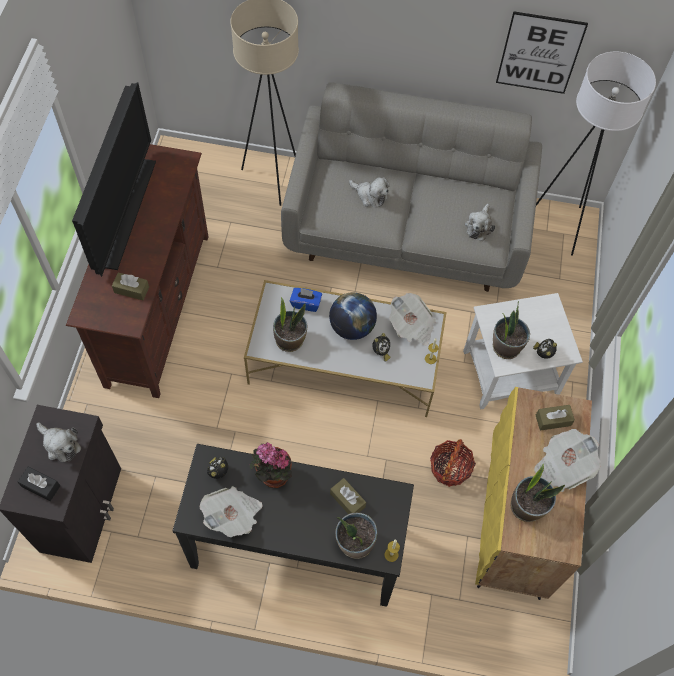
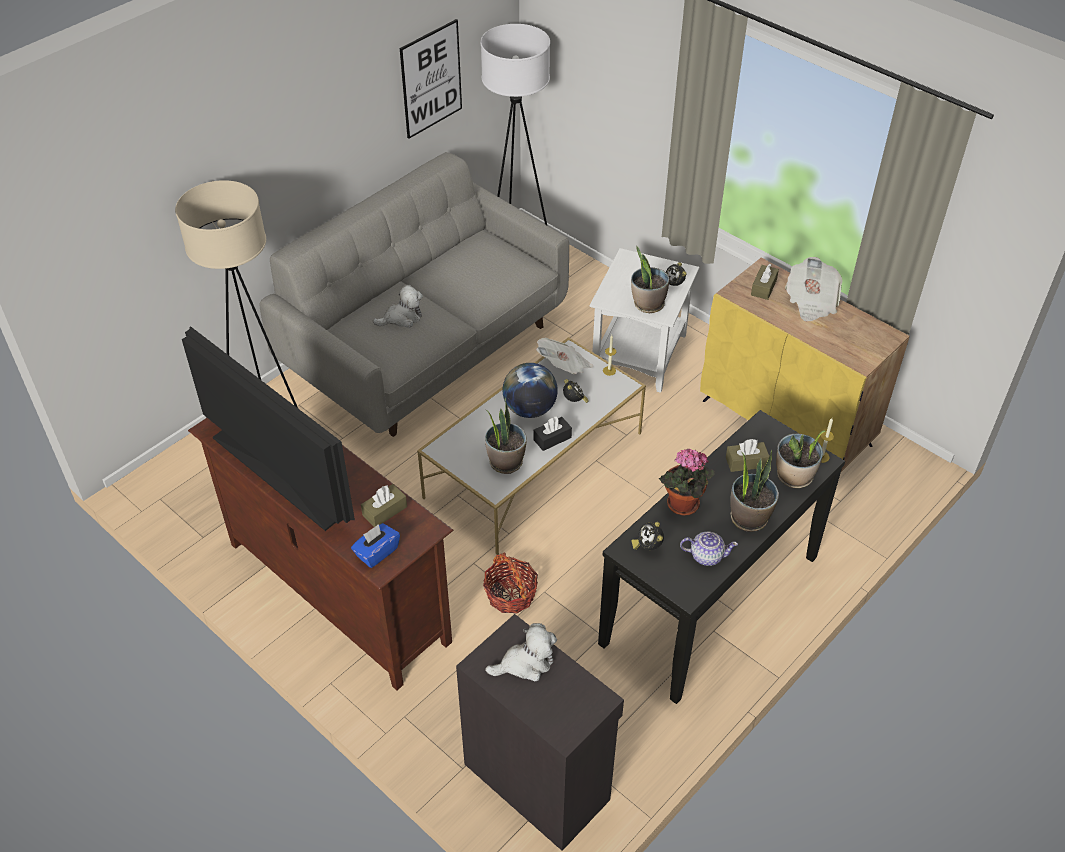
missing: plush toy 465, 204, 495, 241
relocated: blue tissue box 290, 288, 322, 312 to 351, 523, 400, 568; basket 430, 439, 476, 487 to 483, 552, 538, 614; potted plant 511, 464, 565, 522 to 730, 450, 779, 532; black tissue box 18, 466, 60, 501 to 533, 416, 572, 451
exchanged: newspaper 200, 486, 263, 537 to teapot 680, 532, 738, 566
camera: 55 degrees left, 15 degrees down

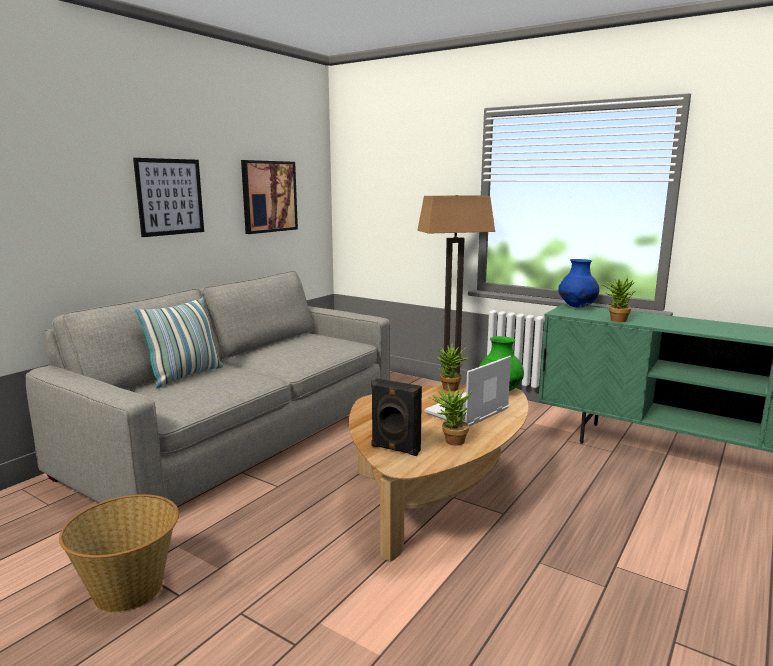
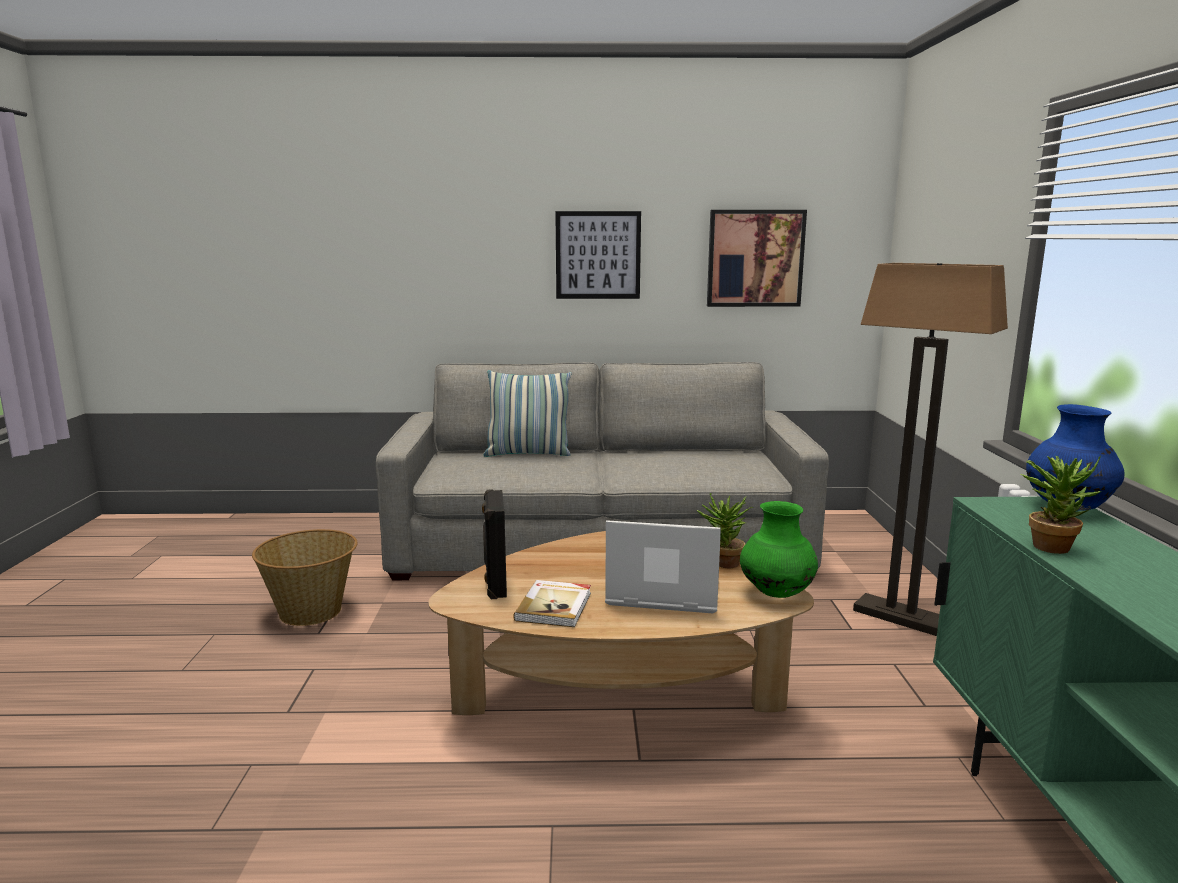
exchanged: potted plant 429, 383, 473, 446 to book 513, 580, 591, 627
camera: 55 degrees right, 0 degrees up

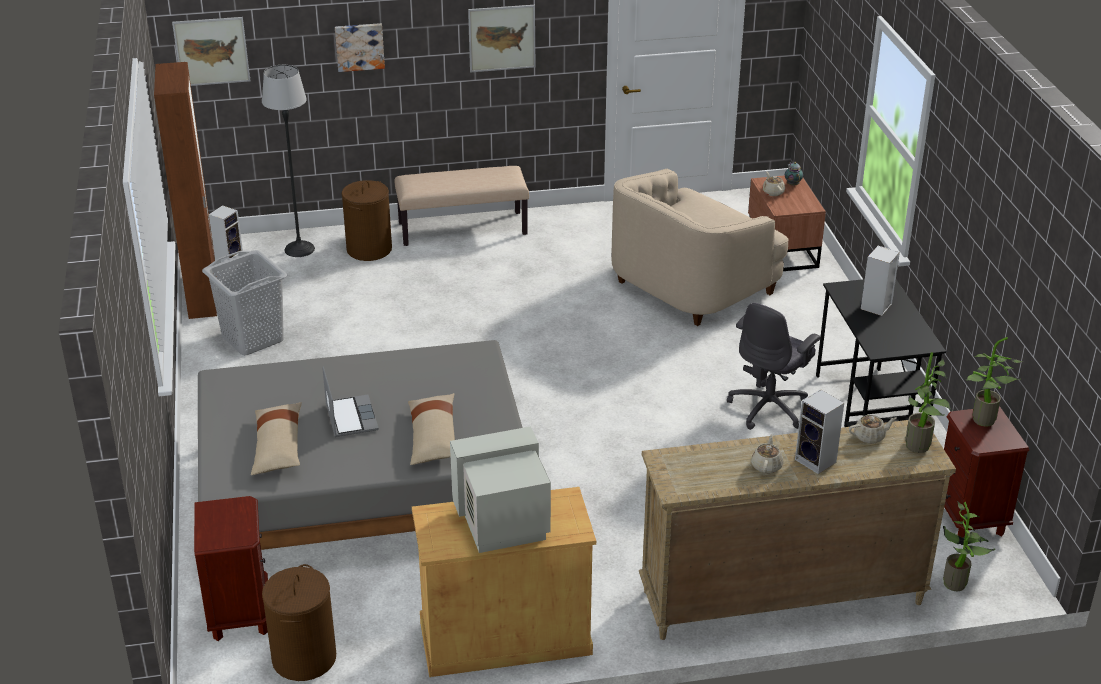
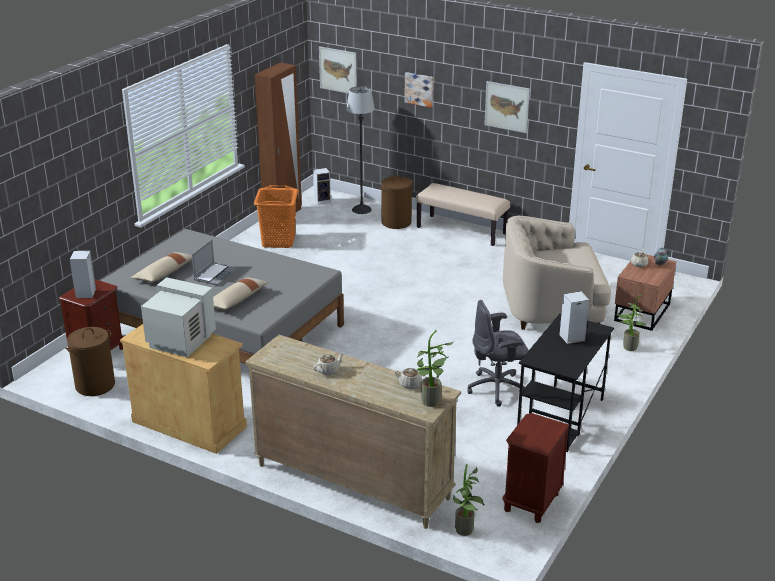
relocated: potted plant 965, 337, 1024, 426 to 615, 295, 646, 351; speaker 795, 389, 844, 474 to 70, 251, 96, 298
colour: grey laundry basket 202, 250, 287, 356 to orange laundry basket 254, 185, 299, 248
camera: 40 degrees right, 5 degrees down

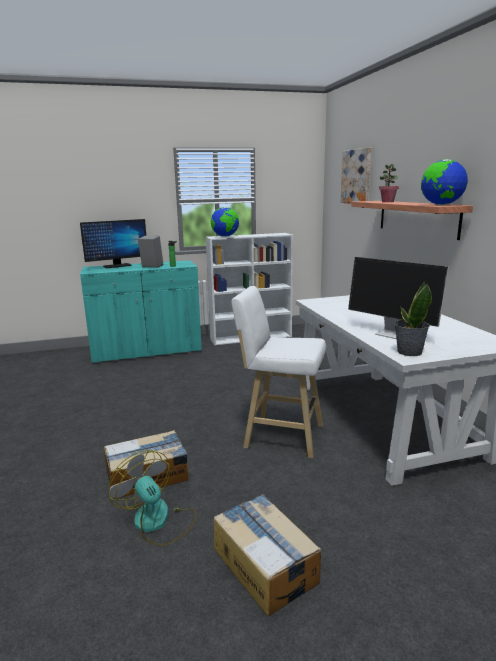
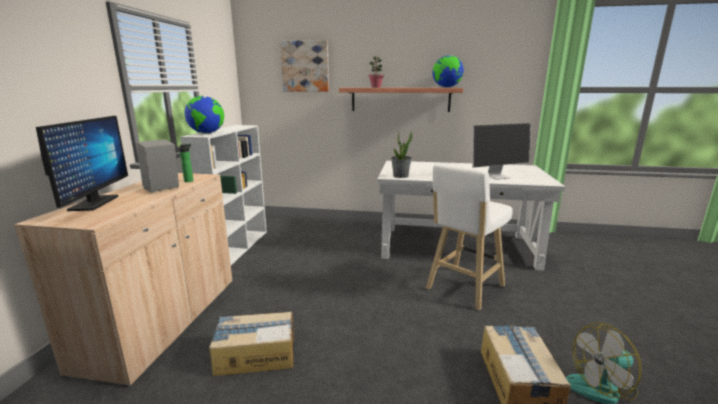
relocated: potted plant 394, 281, 432, 356 to 391, 130, 413, 178; cardboard box 214, 494, 321, 616 to 209, 311, 294, 376
colour: turquoise cabinet 80, 260, 202, 364 to beige cabinet 14, 173, 232, 387
camera: 65 degrees left, 0 degrees up

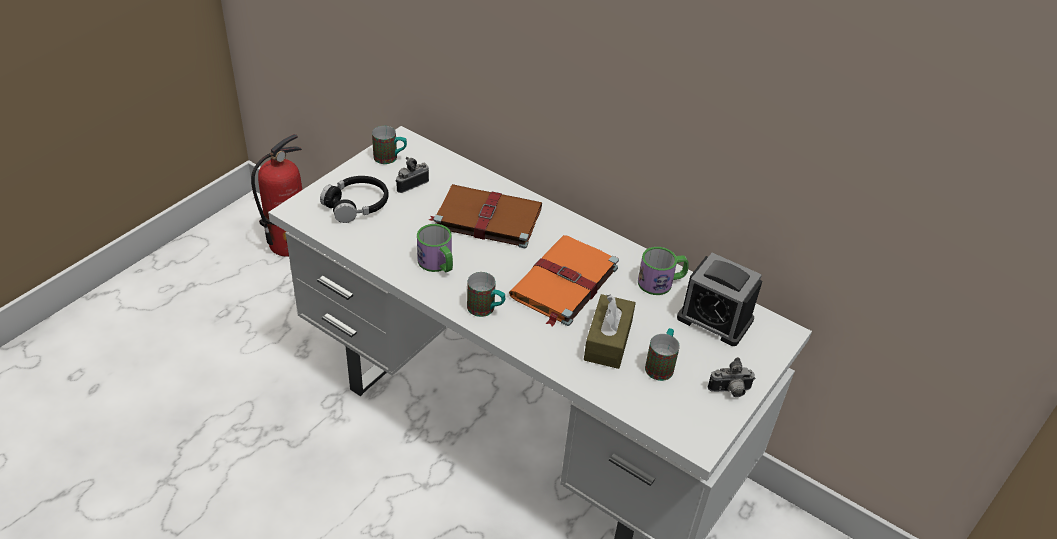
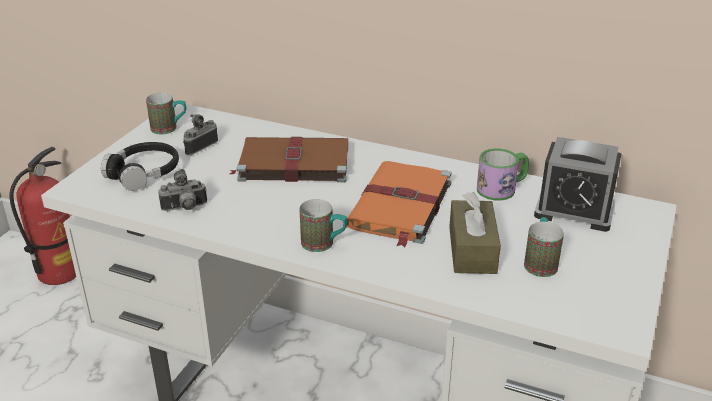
missing: mug 417, 224, 453, 272
relocated: photo camera 708, 357, 755, 397 to 158, 169, 207, 211
camera: 10 degrees left, 10 degrees down

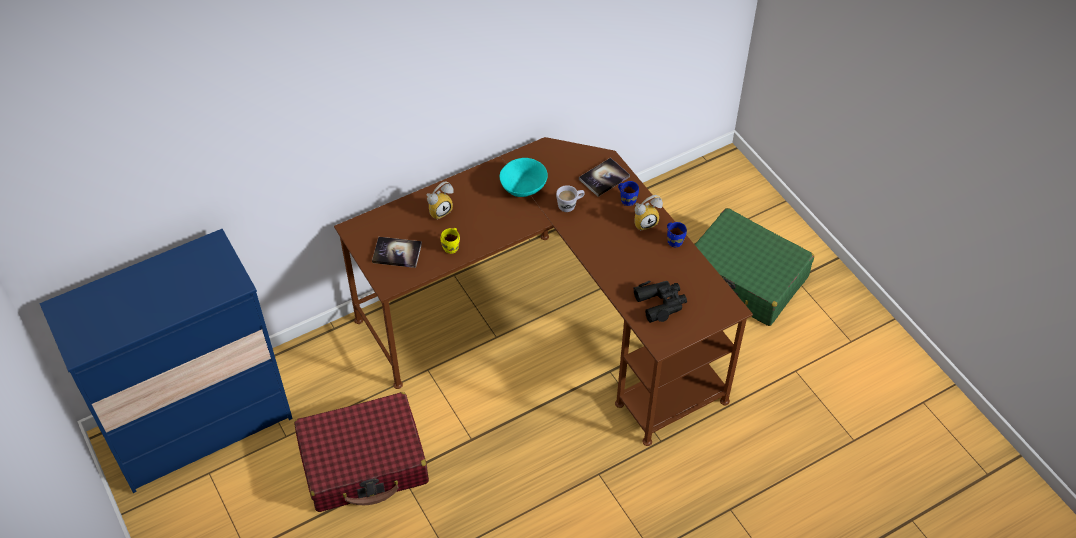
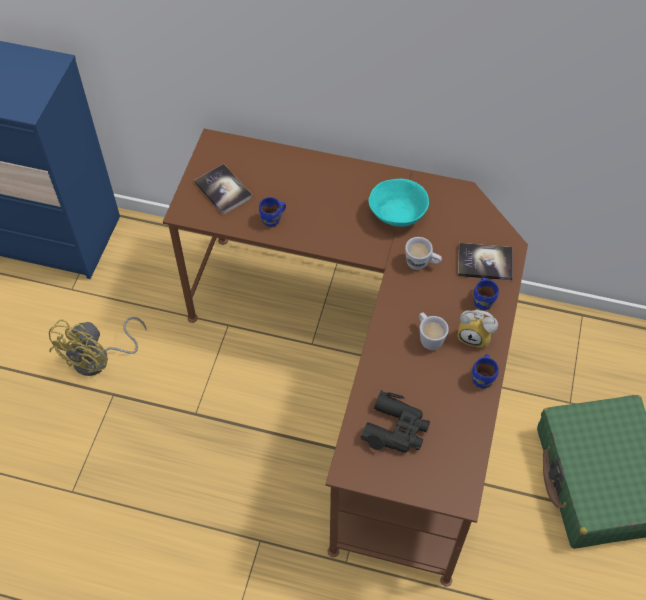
missing: alarm clock 427, 181, 453, 220
appeared: white mug 419, 313, 449, 350
exchanged: red suitcase 294, 392, 429, 512 to yellow fan 49, 317, 147, 376
colour: yellow mug 441, 228, 460, 254 to blue mug 259, 197, 286, 227
camera: 45 degrees right, 5 degrees up

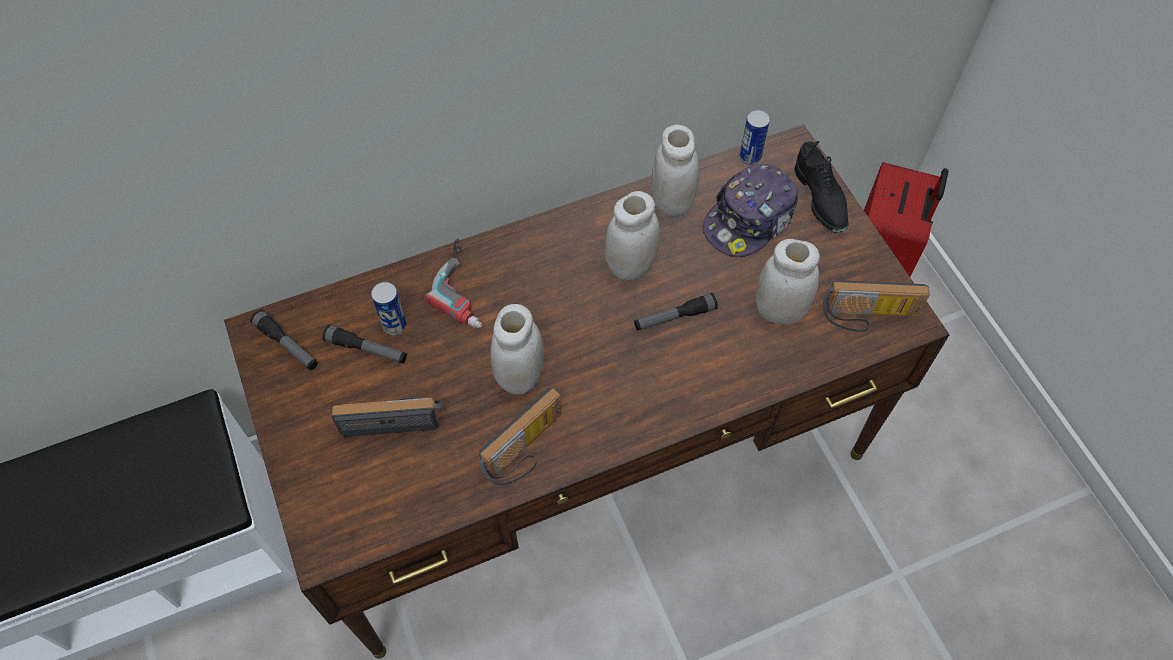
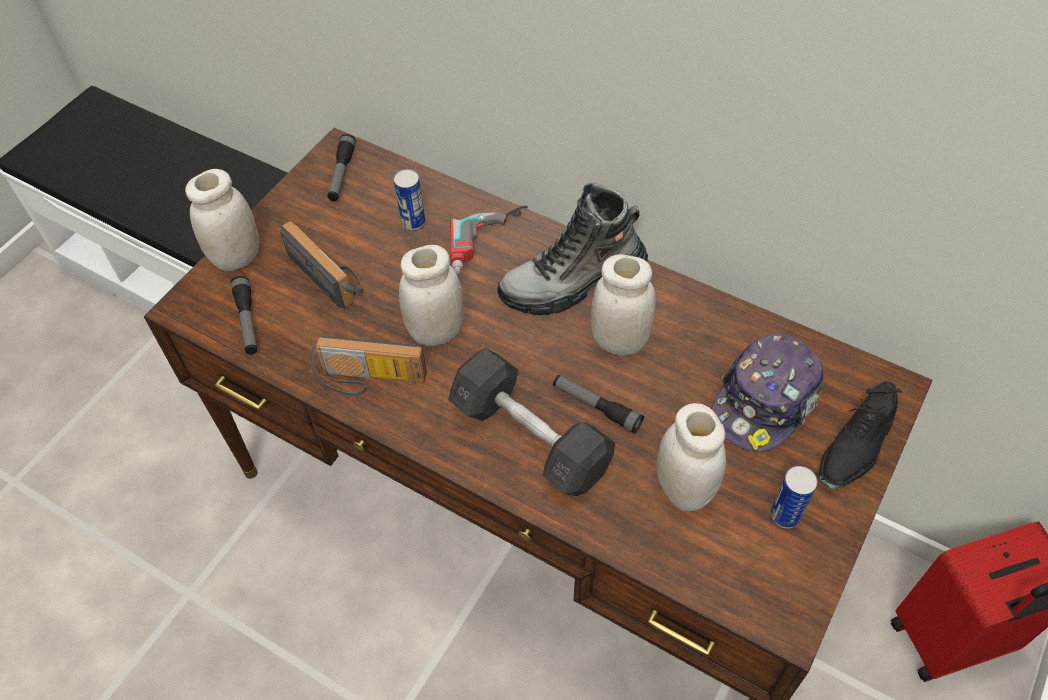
missing: radio 823, 280, 930, 332
appeared: boot 497, 182, 648, 315; grey dumbbell 448, 348, 615, 496
relocated: can 740, 110, 770, 165 to 770, 466, 817, 529; white jar 651, 125, 699, 217 to 185, 169, 259, 271; flashlight 322, 324, 407, 364 to 231, 276, 257, 354
spun: cap 703, 164, 798, 257 = 712, 333, 824, 452 60 degrees counterclockwise
camera: 55 degrees right, 5 degrees down

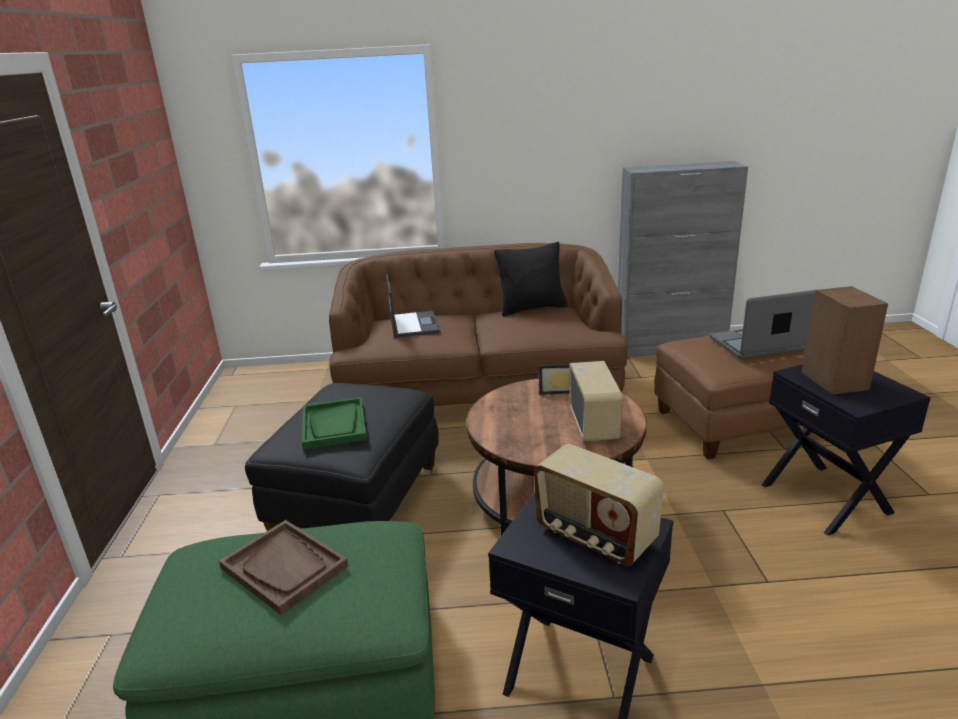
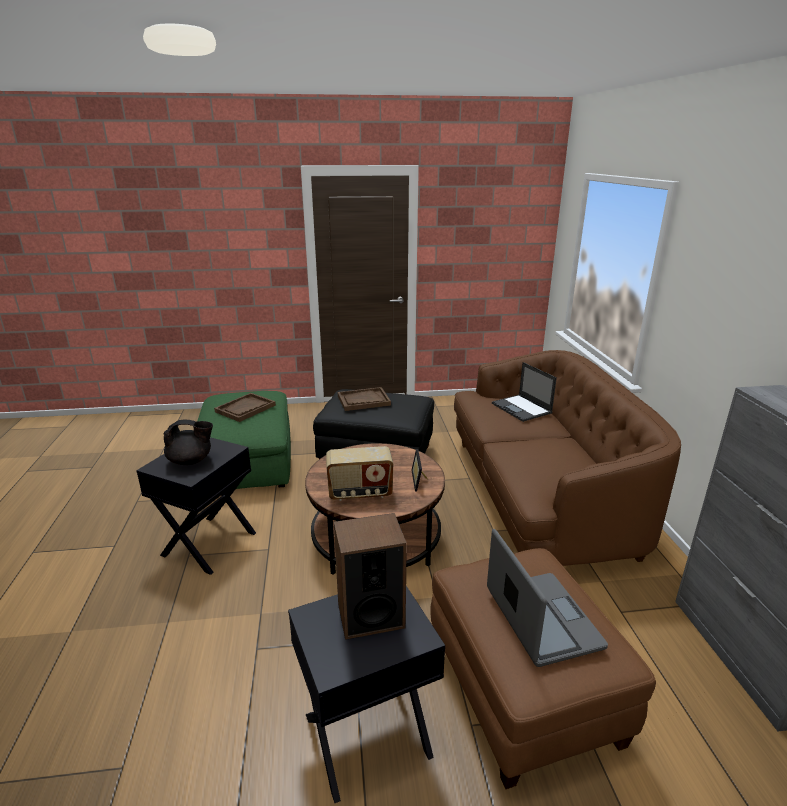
missing: black pillow 494, 242, 568, 316
exchanged: radio 534, 444, 664, 566 to black teapot 164, 419, 213, 465
colour: green tray 302, 397, 367, 449 to brown tray 338, 387, 391, 411
spun: laptop 386, 274, 440, 338 = 492, 362, 557, 422 75 degrees clockwise
camera: 85 degrees right, 0 degrees up

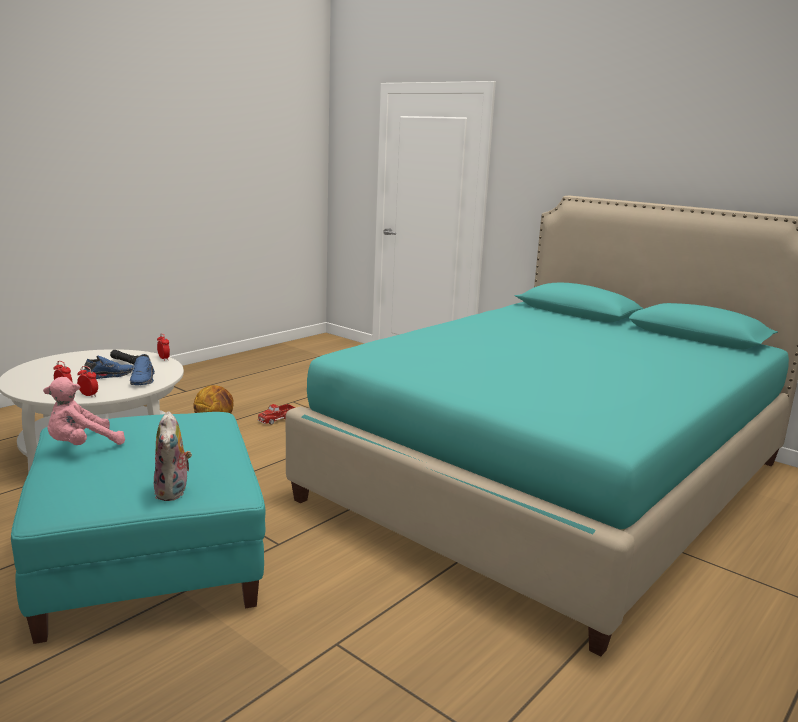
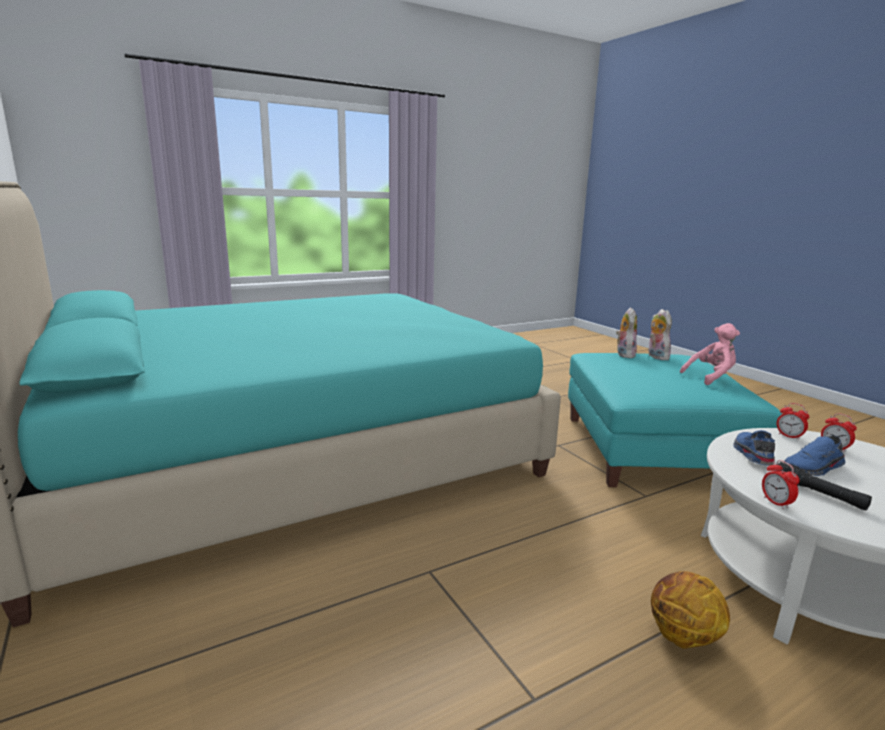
missing: toy truck 257, 404, 295, 425
appeared: plush toy 649, 309, 672, 360
camera: 160 degrees left, 0 degrees up

